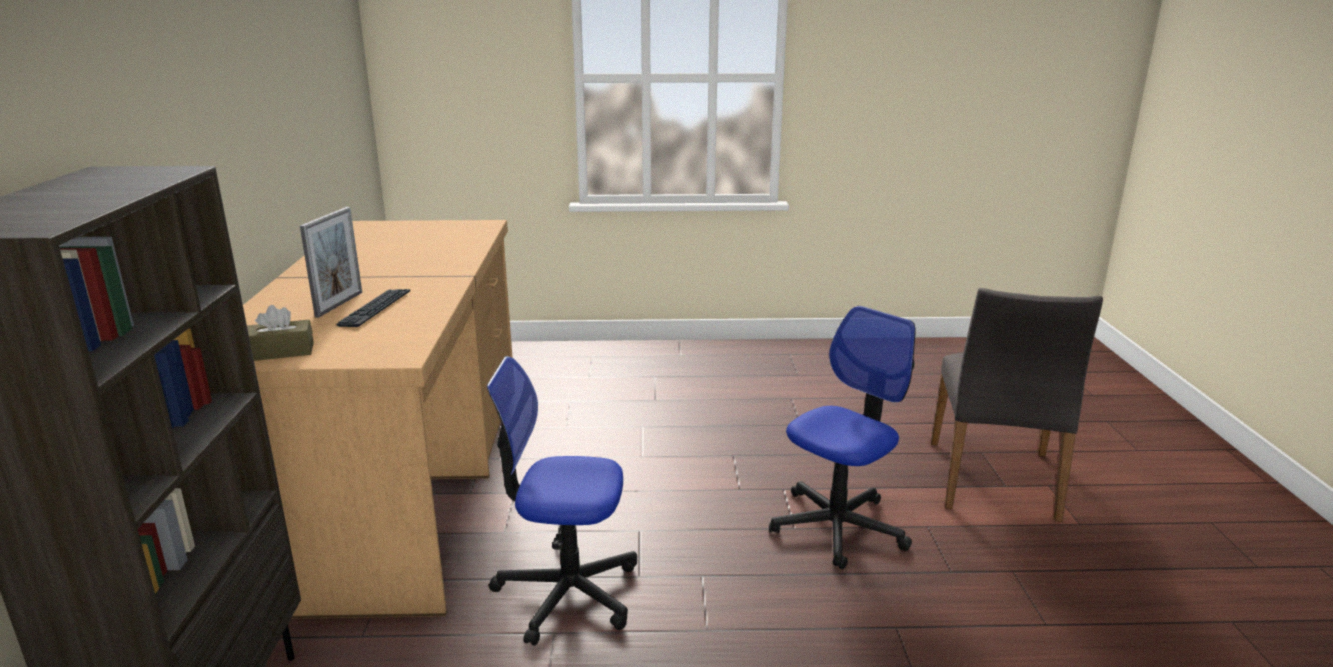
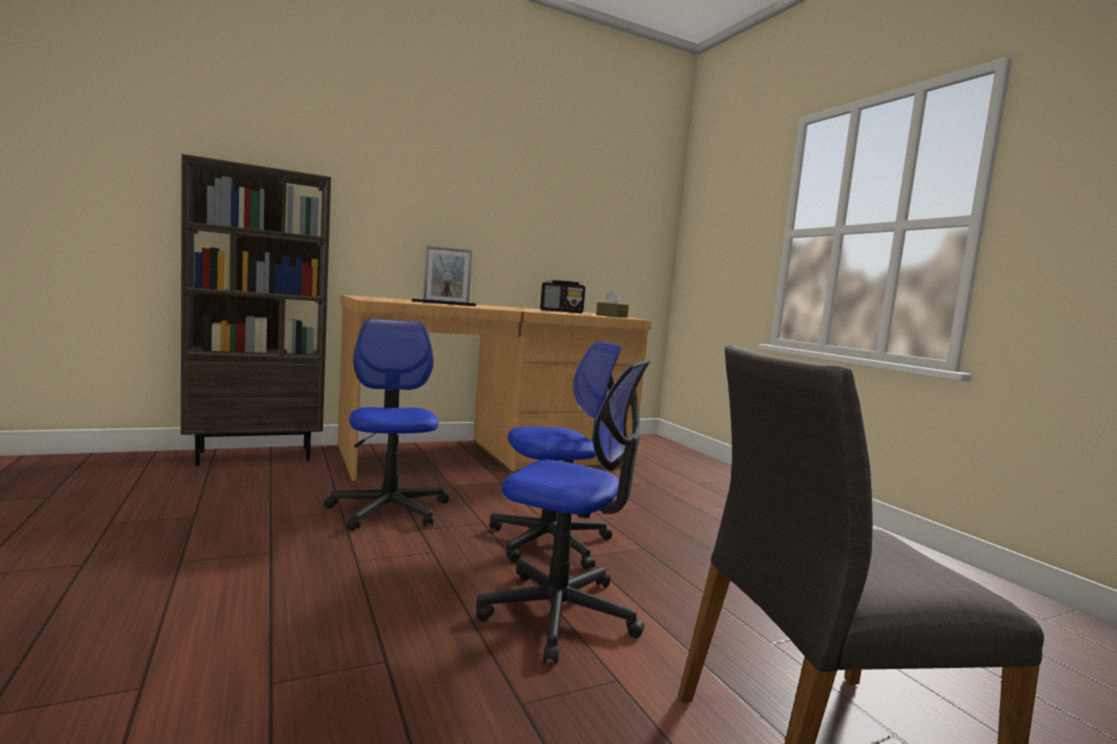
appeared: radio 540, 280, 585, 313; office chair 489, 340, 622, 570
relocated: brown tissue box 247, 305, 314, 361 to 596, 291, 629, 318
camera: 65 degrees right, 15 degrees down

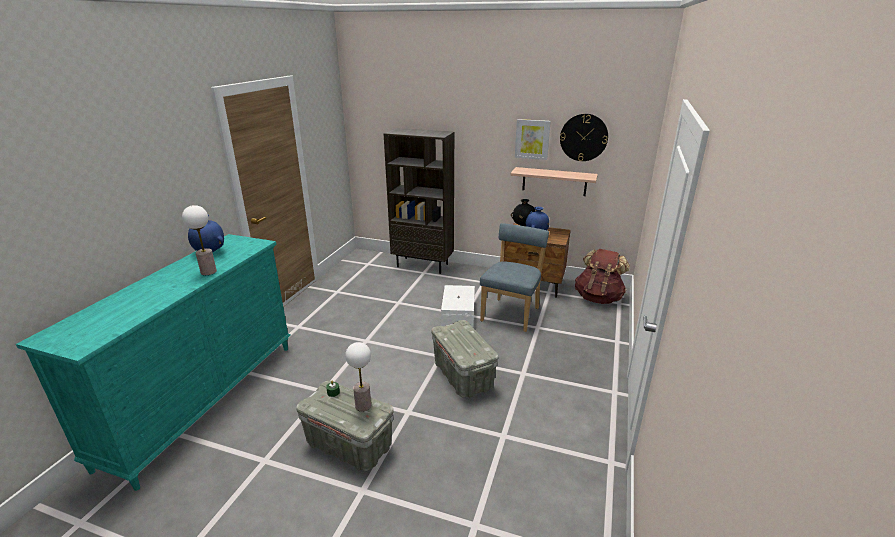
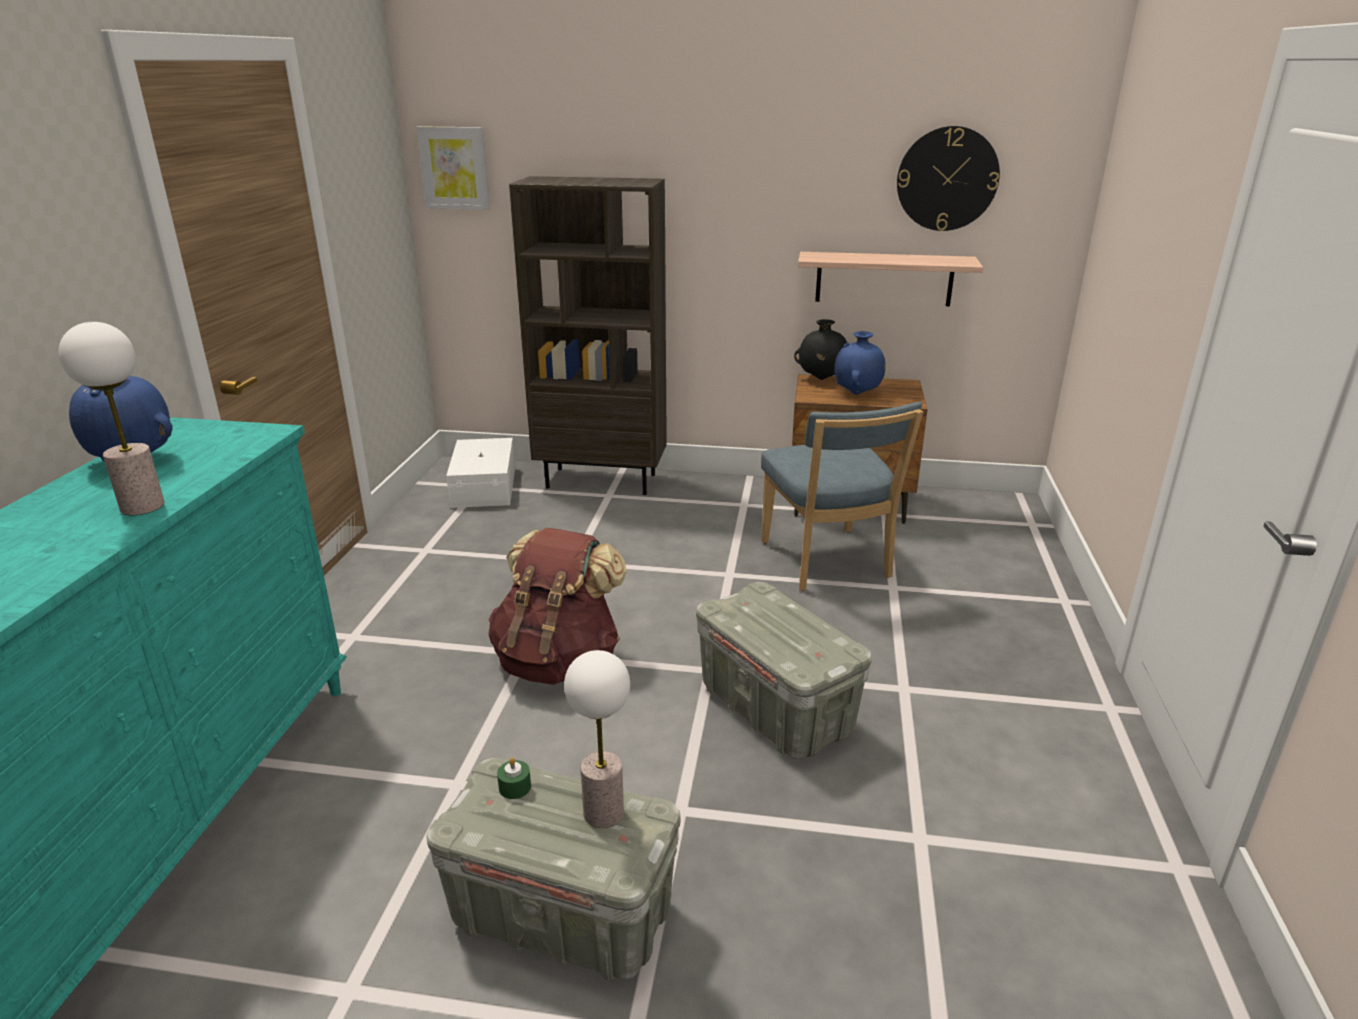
relocated: picture 515, 119, 551, 160 to 416, 126, 490, 210; brown backpack 575, 249, 630, 304 to 489, 528, 627, 685; white storage box 441, 285, 475, 327 to 446, 438, 515, 508
spun: blue chair 480, 223, 549, 332 = 761, 402, 923, 591 150 degrees clockwise
camera: 10 degrees left, 0 degrees up

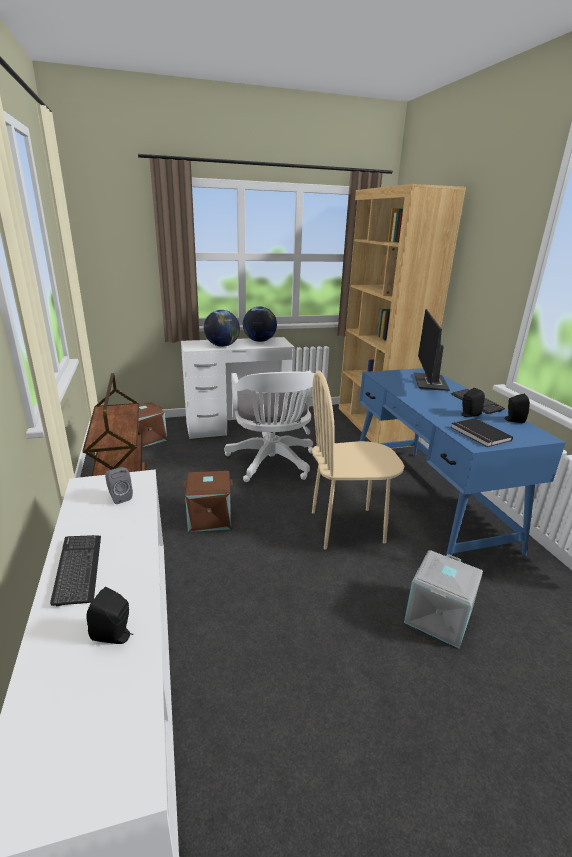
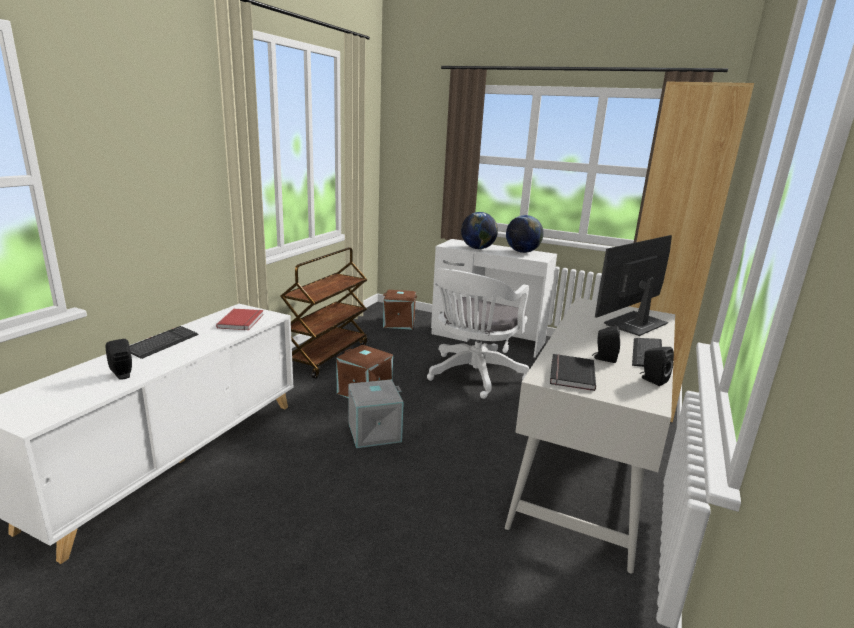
missing: beige chair 312, 371, 404, 550
relocated: grey storage box 404, 550, 483, 648 to 348, 380, 404, 448
exchanged: grey speaker 105, 467, 133, 504 to red book 216, 309, 264, 330
colour: blue desk 359, 368, 566, 558 to white desk 505, 298, 675, 573
camera: 40 degrees right, 5 degrees down

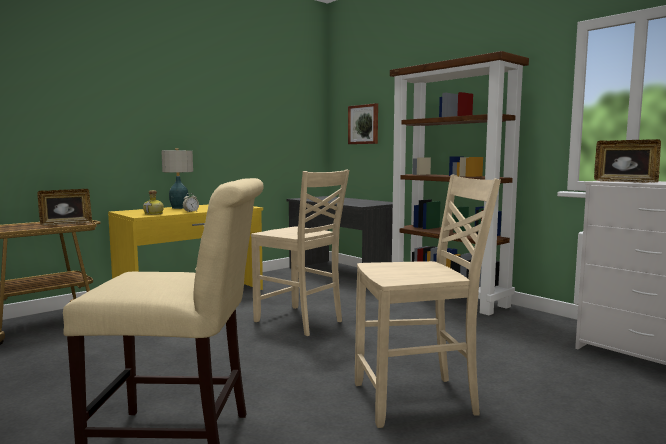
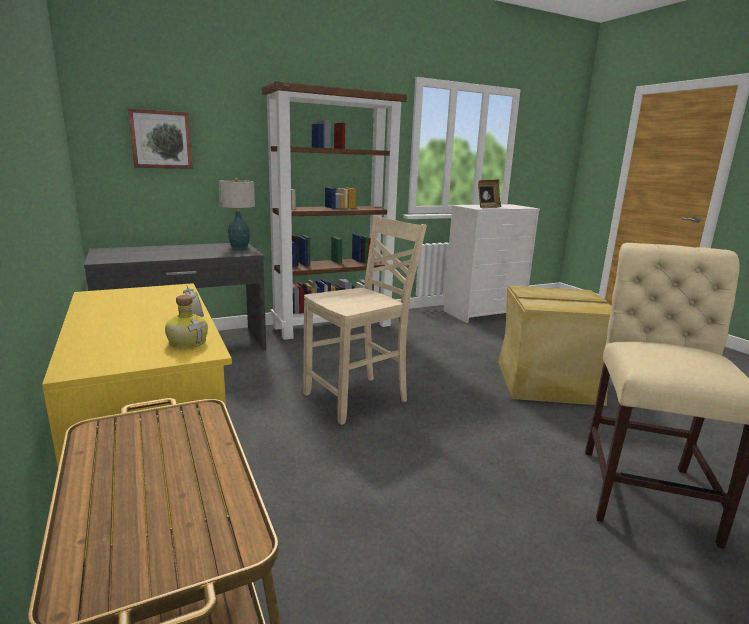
missing: picture frame 37, 189, 92, 226
relocated: table lamp 161, 148, 193, 209 to 218, 178, 255, 249
exchanged: beige chair 355, 175, 501, 428 to beige storage box 498, 286, 612, 406
camera: 75 degrees left, 10 degrees up

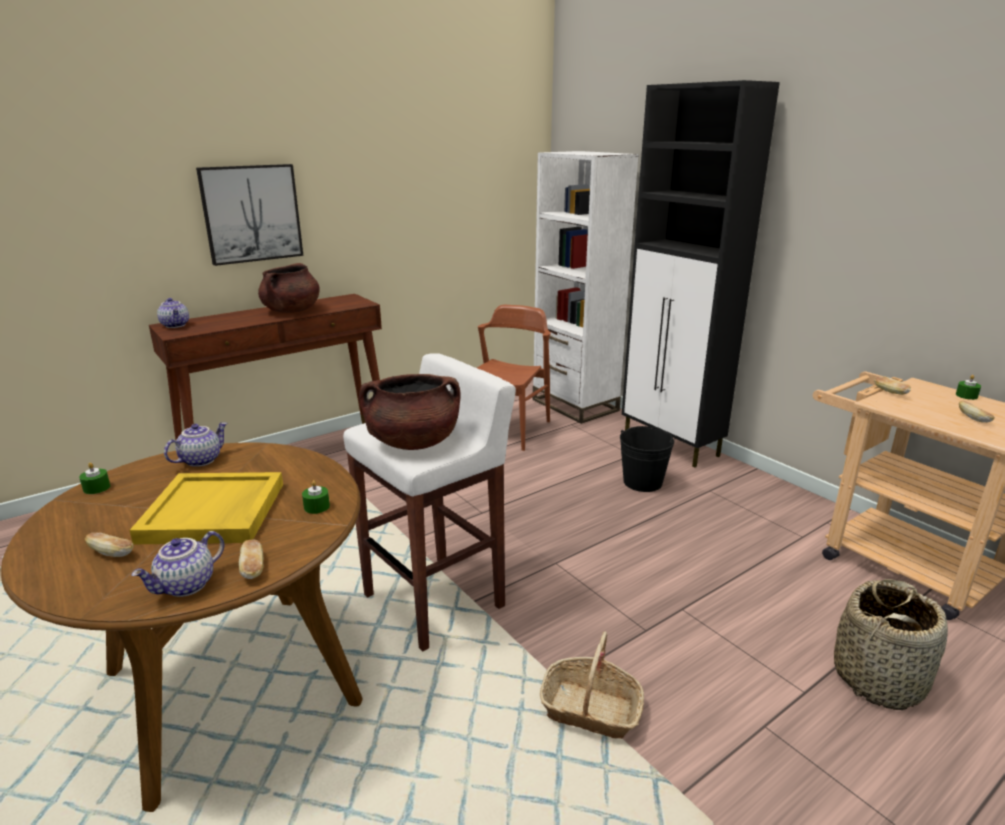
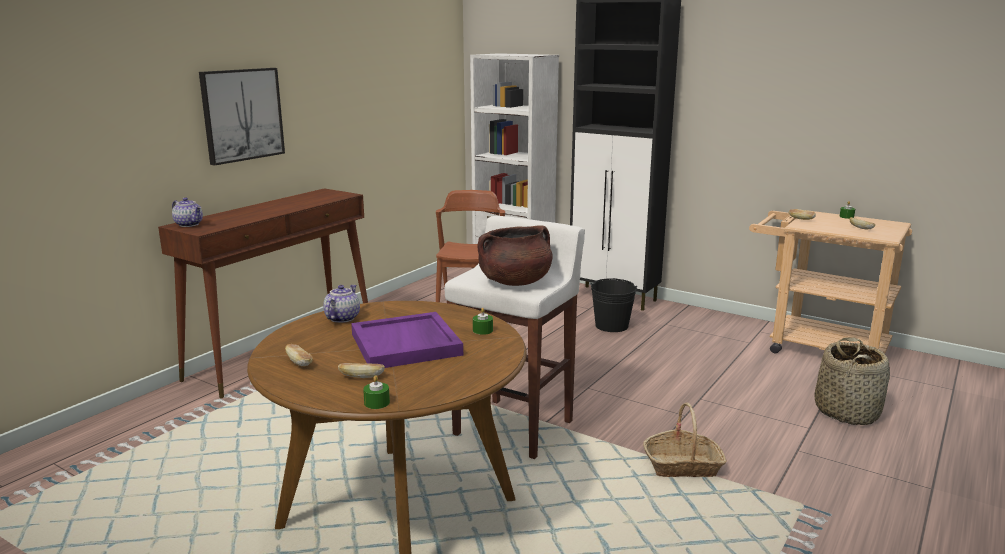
missing: brown cooking pot 258, 263, 320, 313; teapot 131, 531, 224, 597
relocated: green candle 79, 463, 111, 494 to 363, 375, 390, 409; bread 239, 540, 264, 579 to 285, 344, 313, 366
colour: yellow tray 129, 472, 283, 544 to purple tray 351, 312, 463, 368
camera: 20 degrees left, 5 degrees down

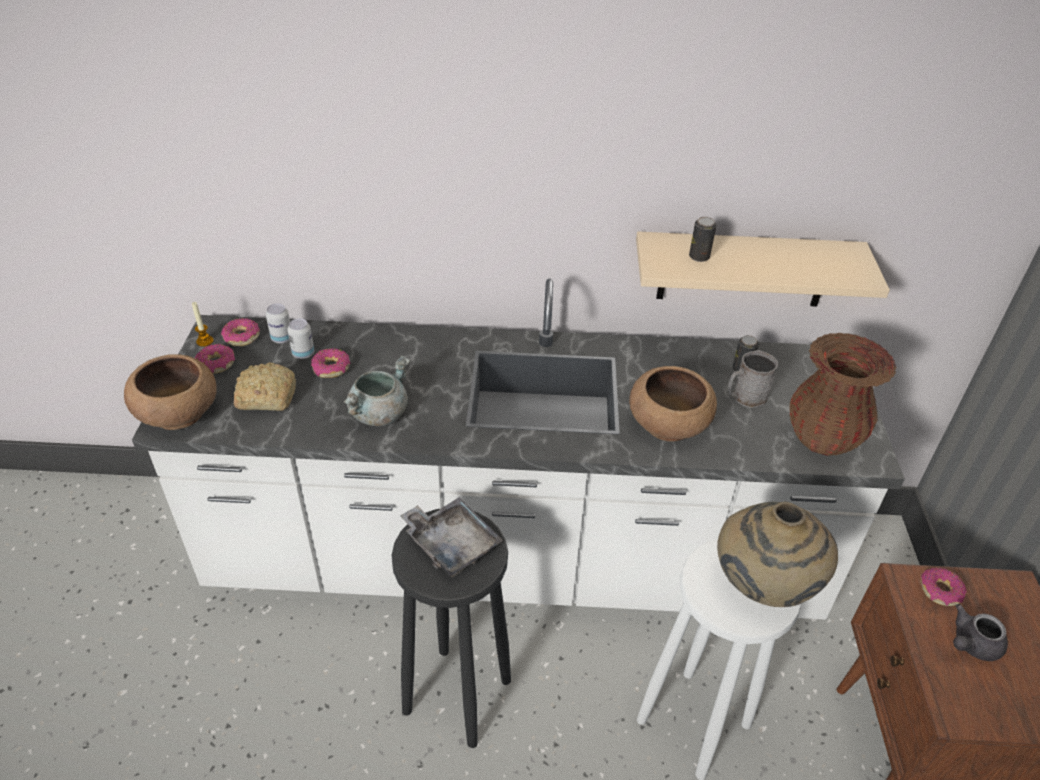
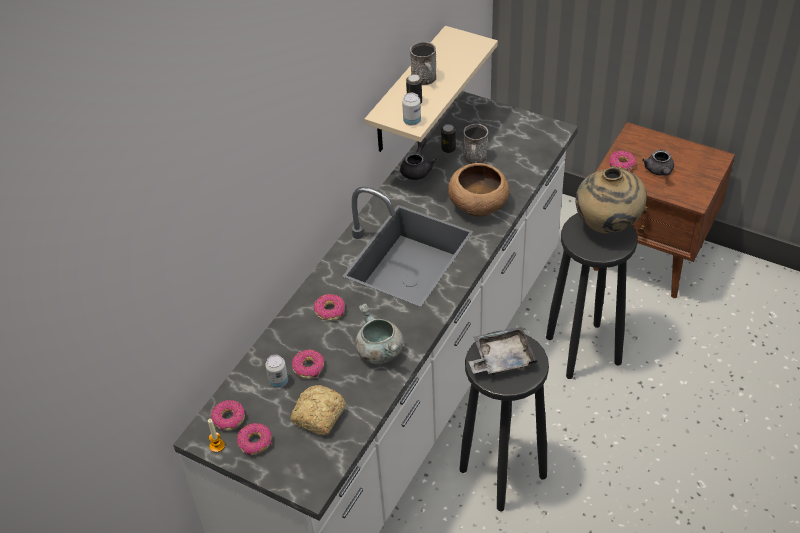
missing: brown vase 789, 333, 896, 456; brown bowl 124, 354, 217, 430
appeared: grey mug 410, 41, 436, 85; grey teapot 400, 137, 437, 180; donut 314, 294, 345, 321
relocated: can 266, 303, 290, 344 to 402, 93, 421, 126
colour: white stool 637, 539, 802, 780 to black stool 546, 213, 638, 379
camera: 60 degrees left, 5 degrees up

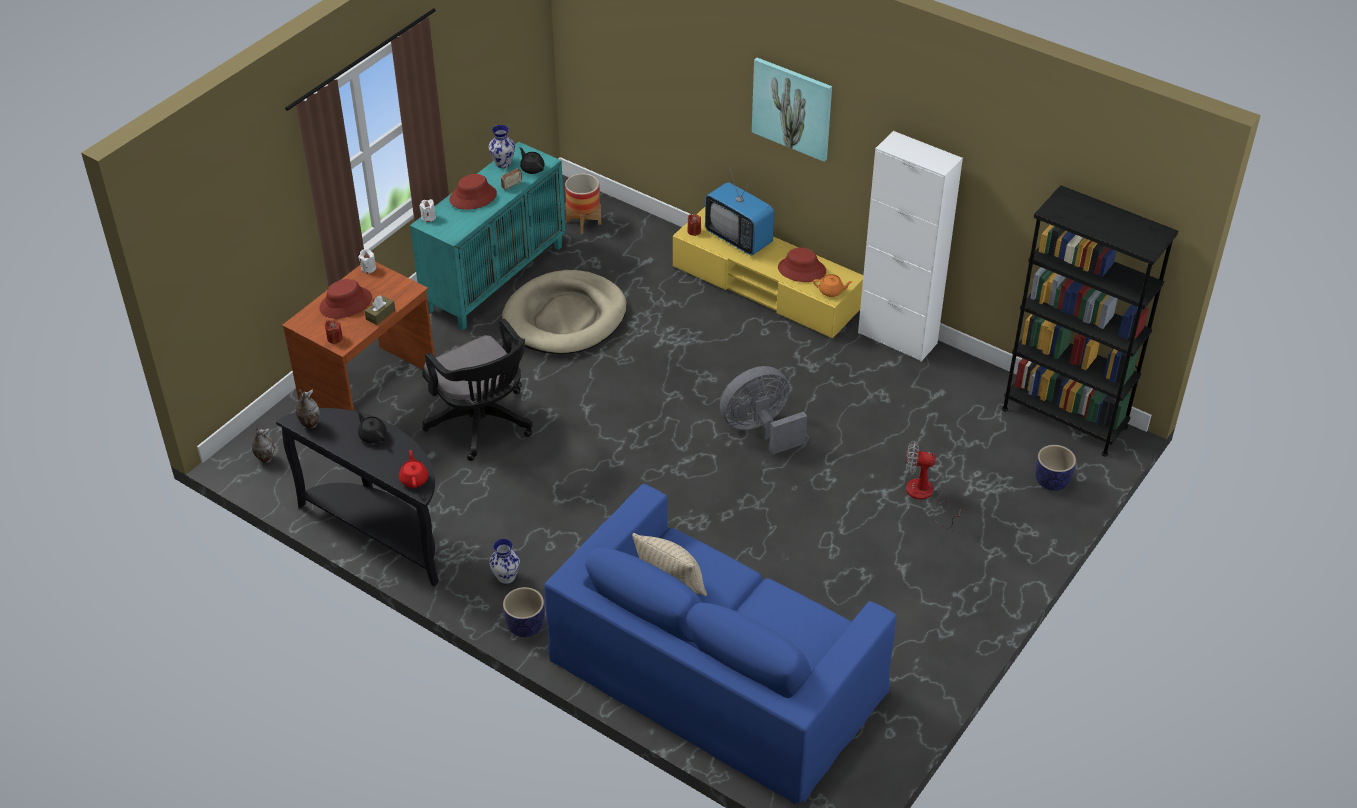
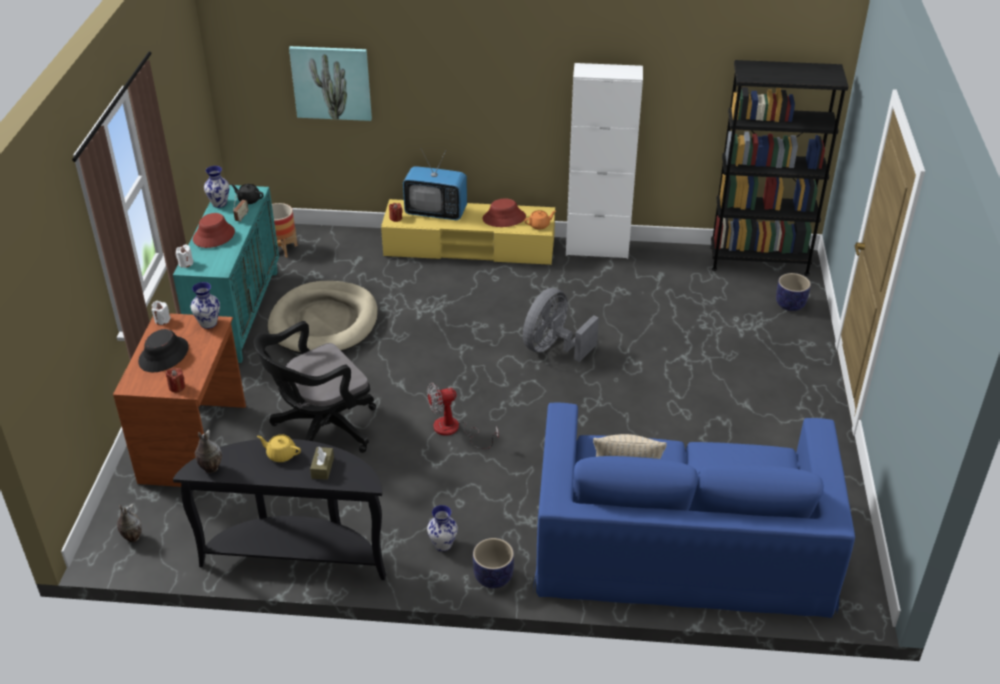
missing: red teapot 399, 450, 428, 489
appeared: vase 190, 282, 220, 329
relocated: picture 752, 58, 832, 162 to 289, 46, 372, 121; brown tissue box 365, 295, 395, 325 to 310, 447, 334, 480; fan 906, 441, 960, 528 to 427, 383, 499, 449
colour: red hat 319, 279, 372, 318 to black hat 138, 329, 189, 372; black teapot 357, 411, 387, 443 to yellow teapot 257, 434, 301, 462
spun: black office chair 422, 319, 533, 461 = 254, 321, 376, 453 120 degrees clockwise
camera: 30 degrees left, 5 degrees down

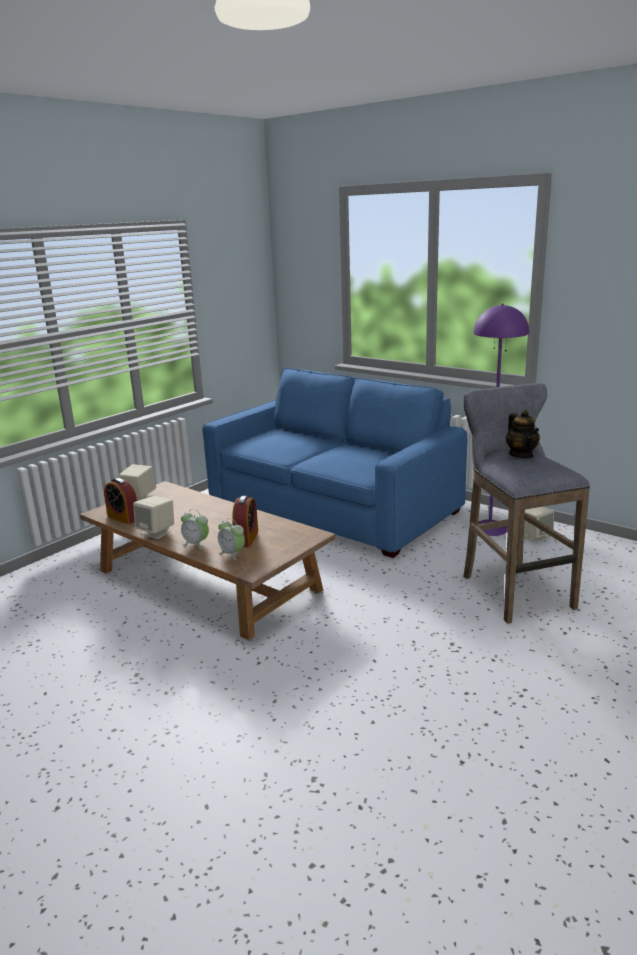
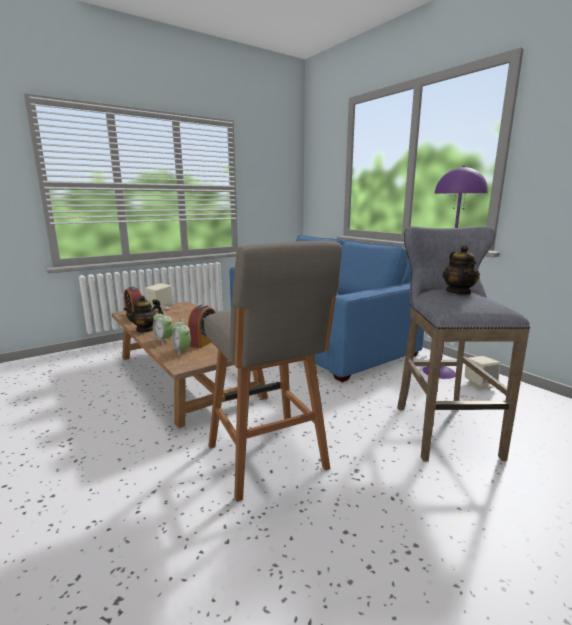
appeared: grey stool 204, 241, 342, 502
exchanged: beige speaker 133, 496, 174, 539 to teapot 124, 295, 163, 333
camera: 15 degrees right, 5 degrees down

